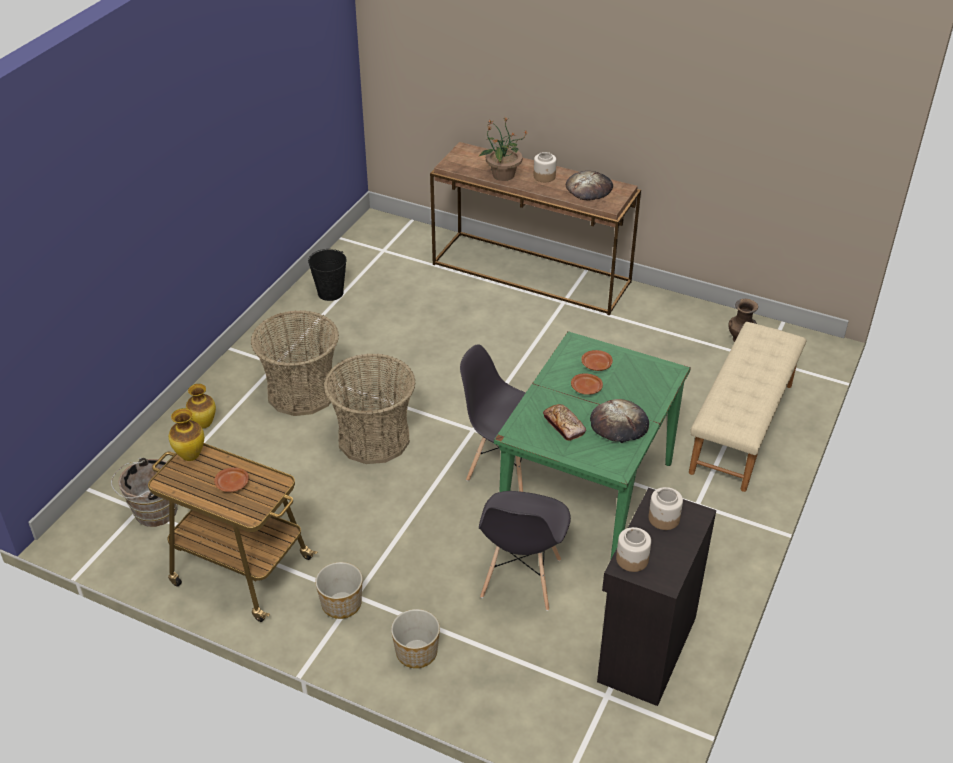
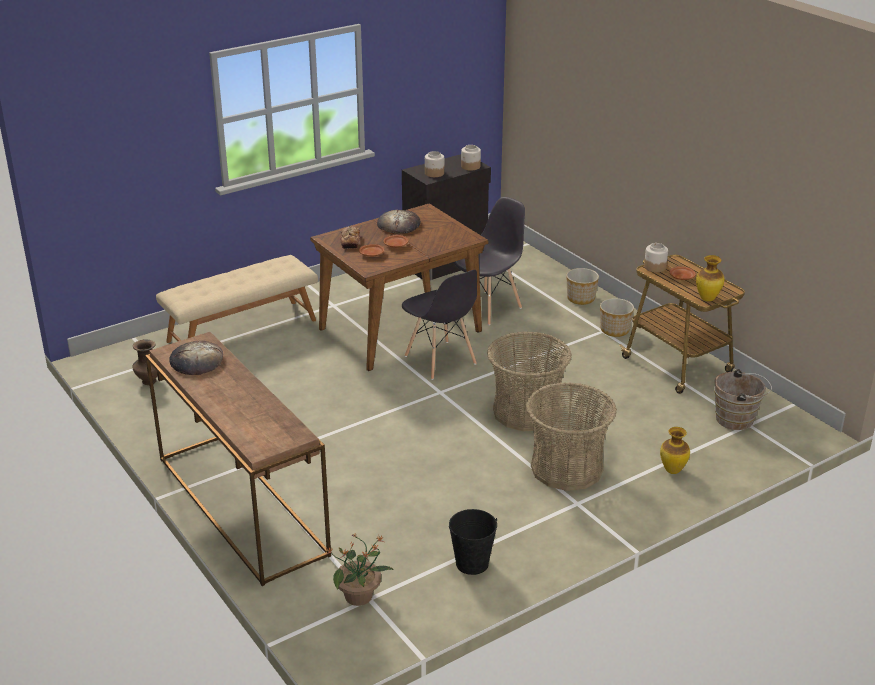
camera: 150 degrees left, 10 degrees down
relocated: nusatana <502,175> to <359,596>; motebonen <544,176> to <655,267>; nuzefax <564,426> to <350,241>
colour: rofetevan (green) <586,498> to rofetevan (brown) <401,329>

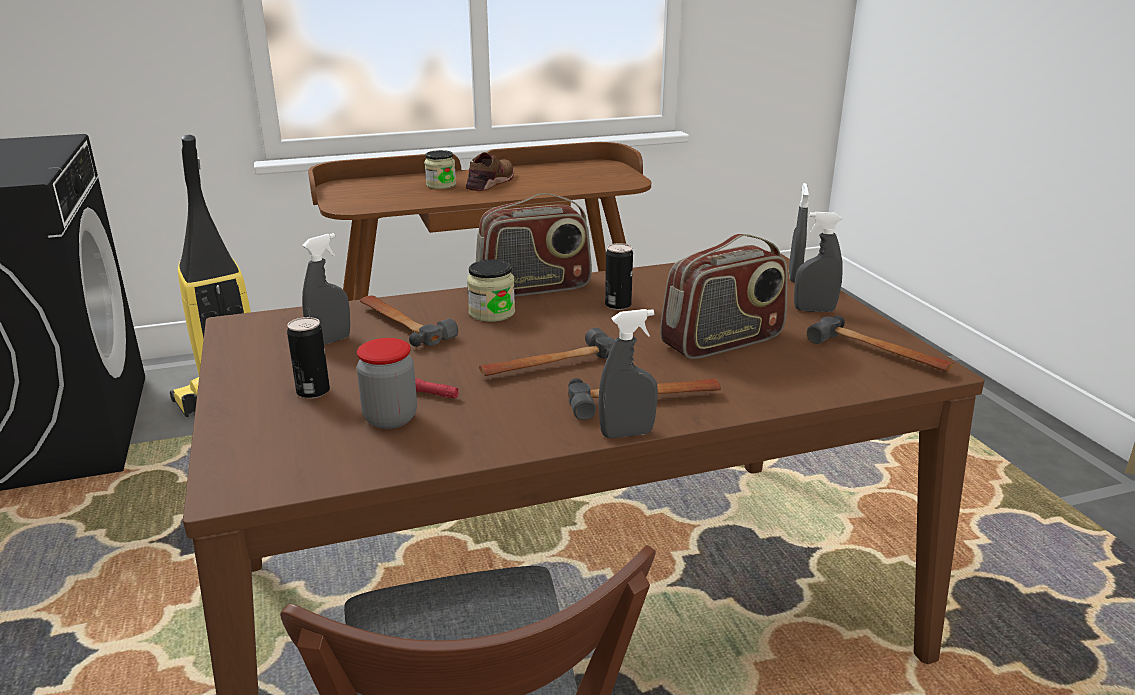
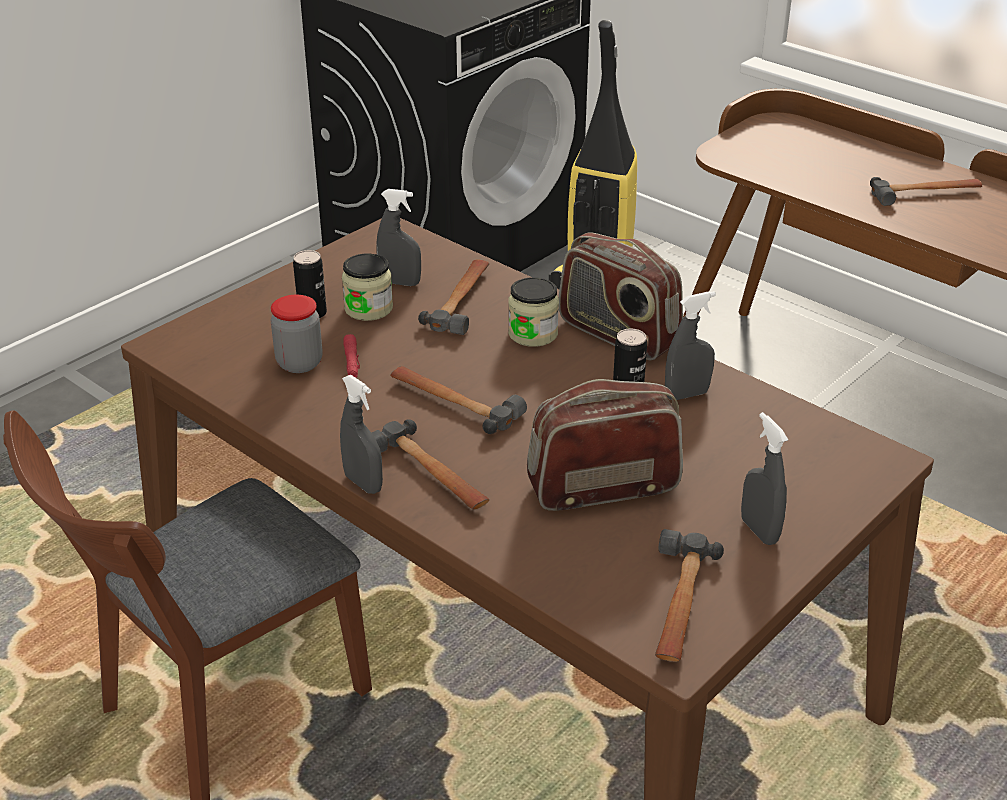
camera: 60 degrees right, 10 degrees up
relocated: motebonen <441,185> to <368,308>; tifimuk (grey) <794,277> to <687,394>
exchanged: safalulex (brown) <491,182> to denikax <925,194>
spun: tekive <723,342> = <602,487> 135 degrees clockwise

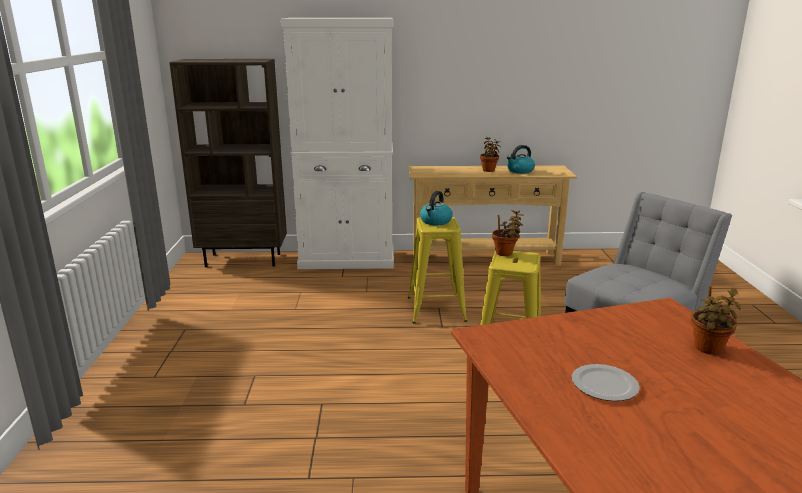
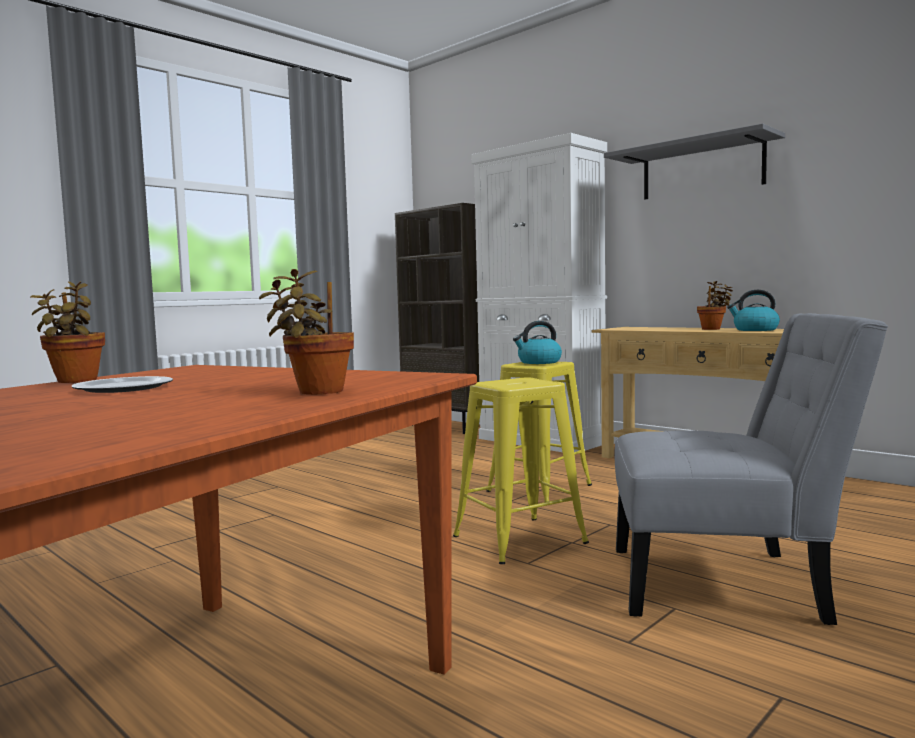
camera: 45 degrees right, 15 degrees down
appeared: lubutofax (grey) <702,169>
relocated: nusatana <505,253> to <75,381>

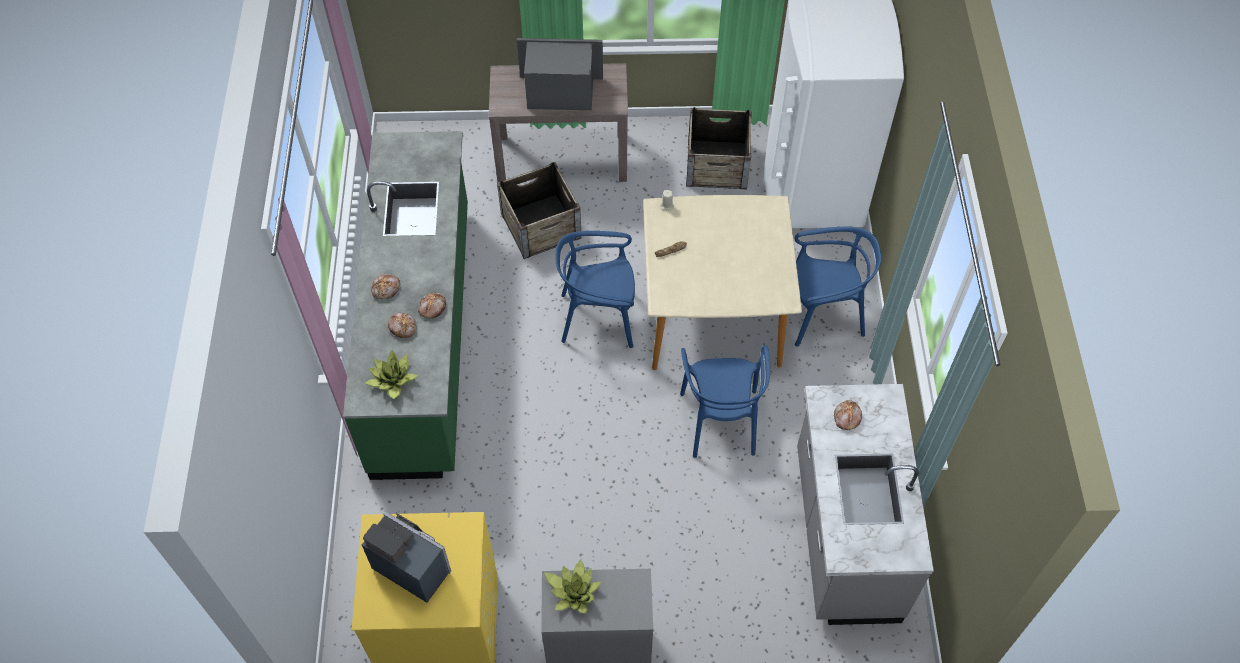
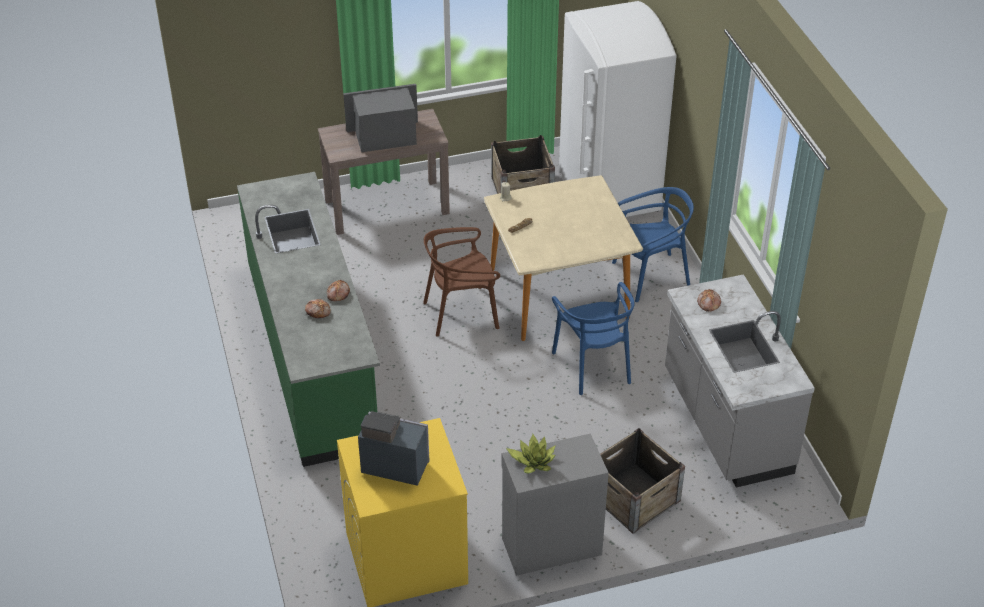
camera: 15 degrees left, 15 degrees down
missing: nusatana <393,380>; nuzefax <386,289>
relocated: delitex <540,225> to <633,497>
colour: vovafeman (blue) <598,317> to vovafeman (brown) <461,313>

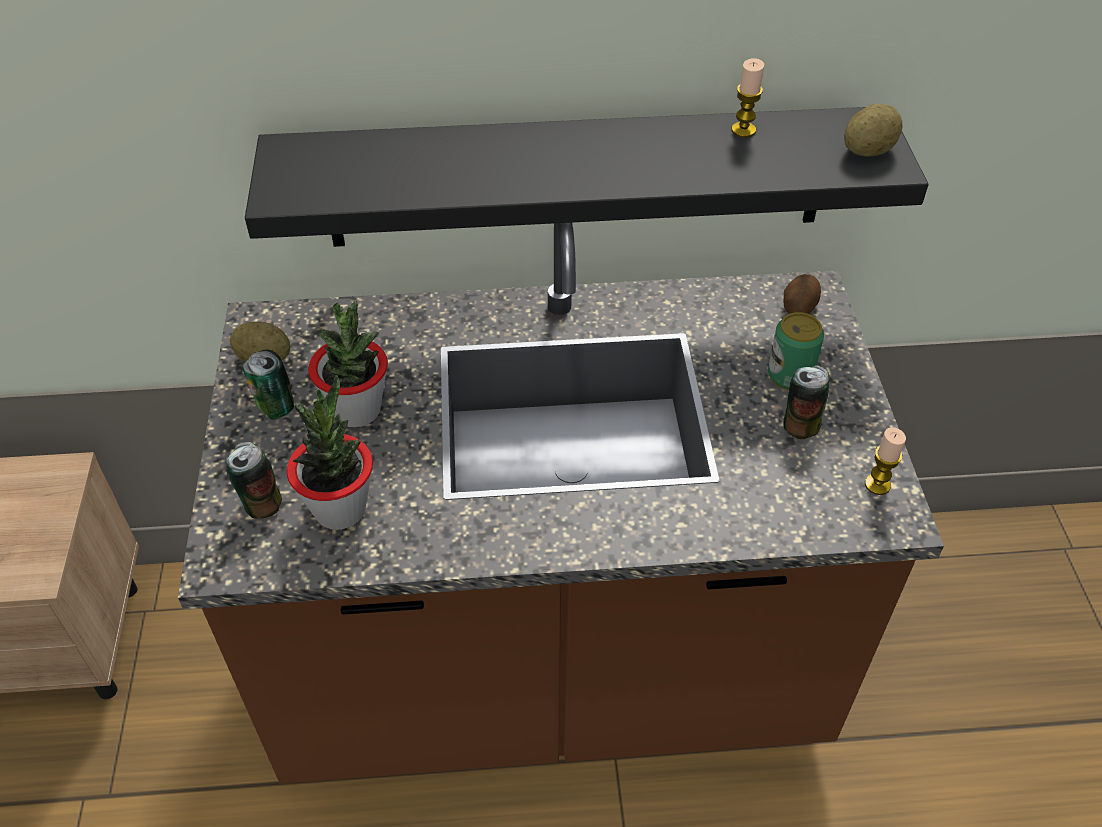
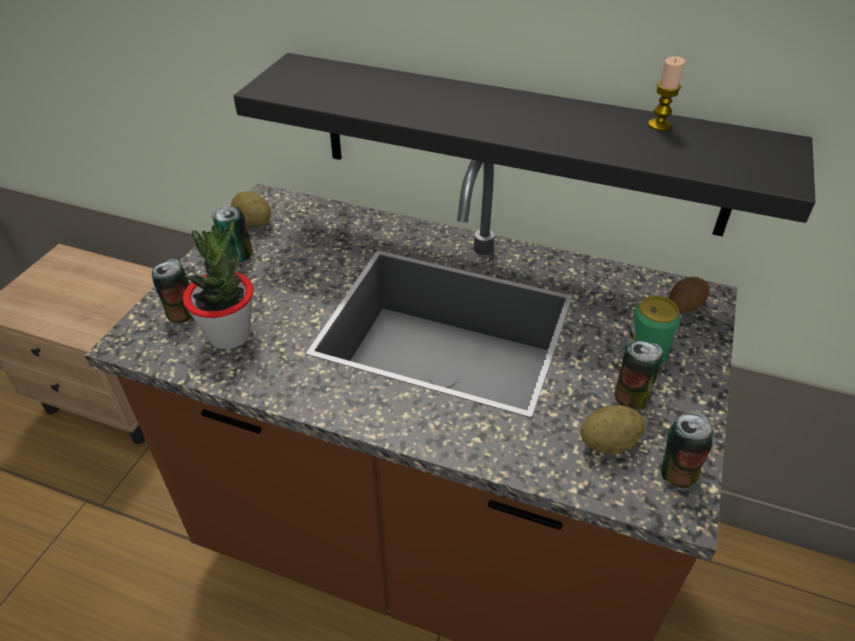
camera: 25 degrees right, 5 degrees down
missing: nusatana <357,410>
relocated: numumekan <867,151> to <608,443>
exchanged: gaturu <877,484> to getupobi <677,471>

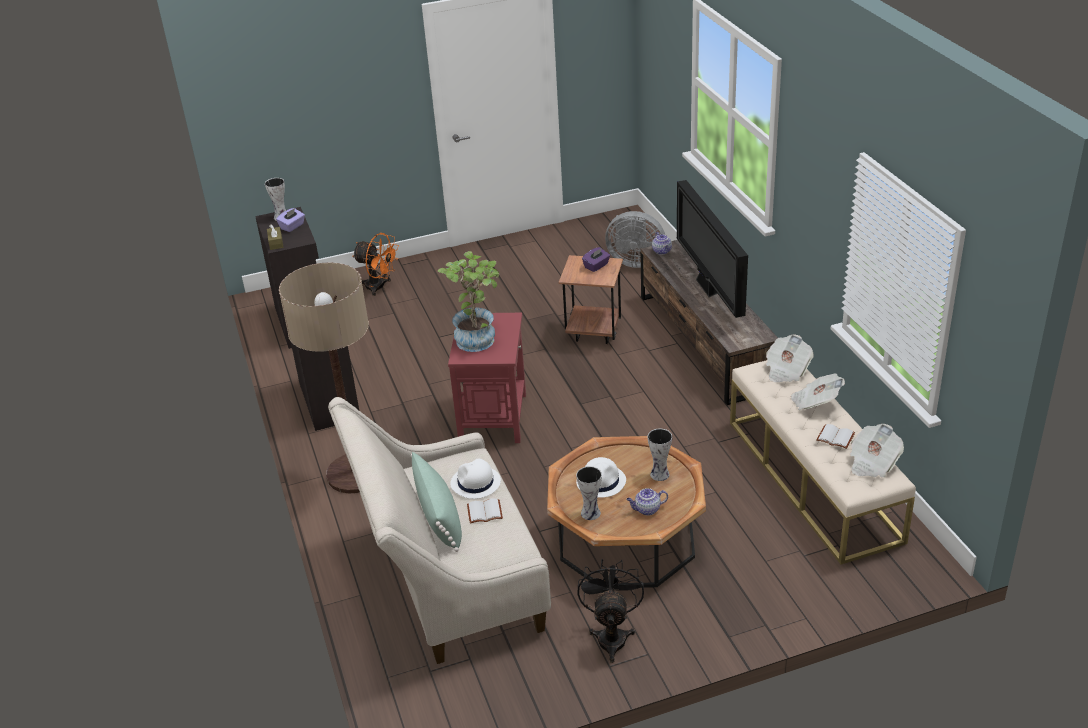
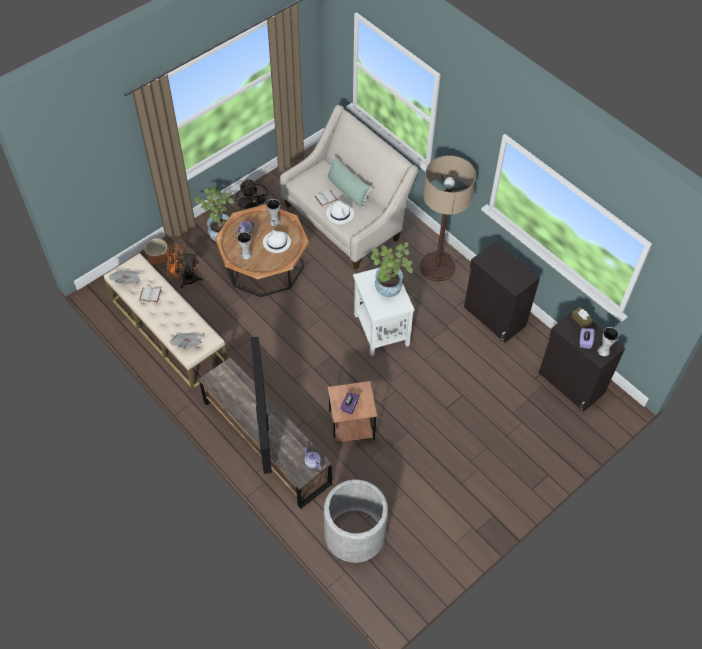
camera: 155 degrees right, 20 degrees up
missing: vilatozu <815,402>
appeared: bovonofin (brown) <158,259>; nusatana <219,230>
relocated: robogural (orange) <379,287> to <185,278>
exchanged: robogural (grey) <635,261> to bovonofin (grey) <354,534>
colour: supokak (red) <494,417> to supokak (white) <380,330>
spun: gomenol <707,288> = <262,423> 150 degrees counterclockwise

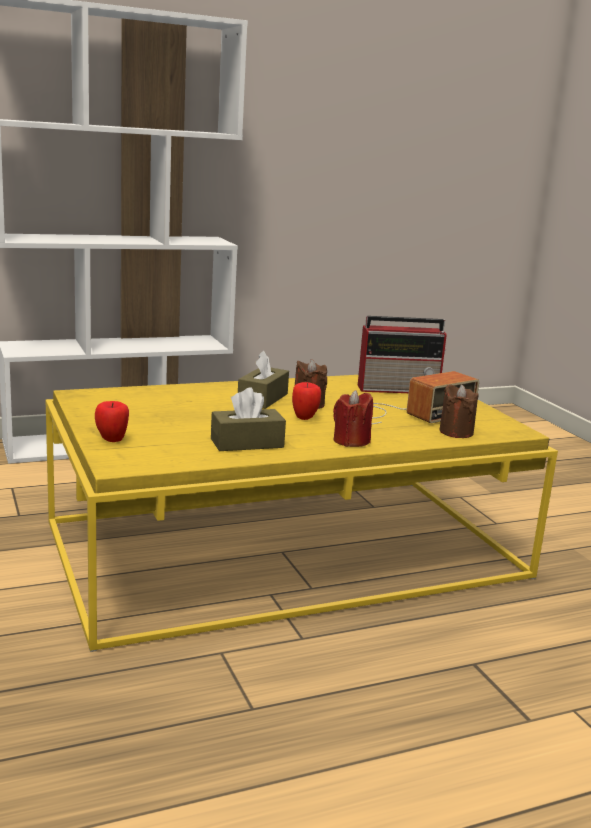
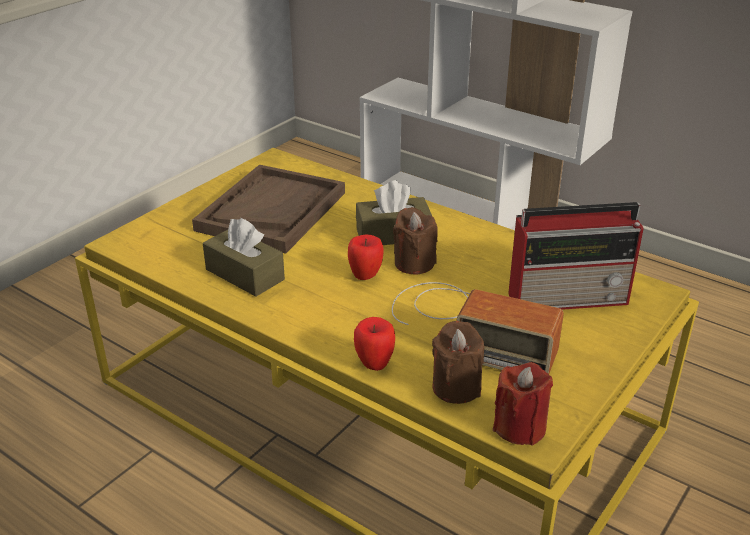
camera: 60 degrees right, 15 degrees up
appeared: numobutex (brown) <272,211>
relocated: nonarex <112,440> to <374,364>; gaturu (red) <351,441> to <519,427>
spun: tekive <399,389> = <570,297> 60 degrees counterclockwise

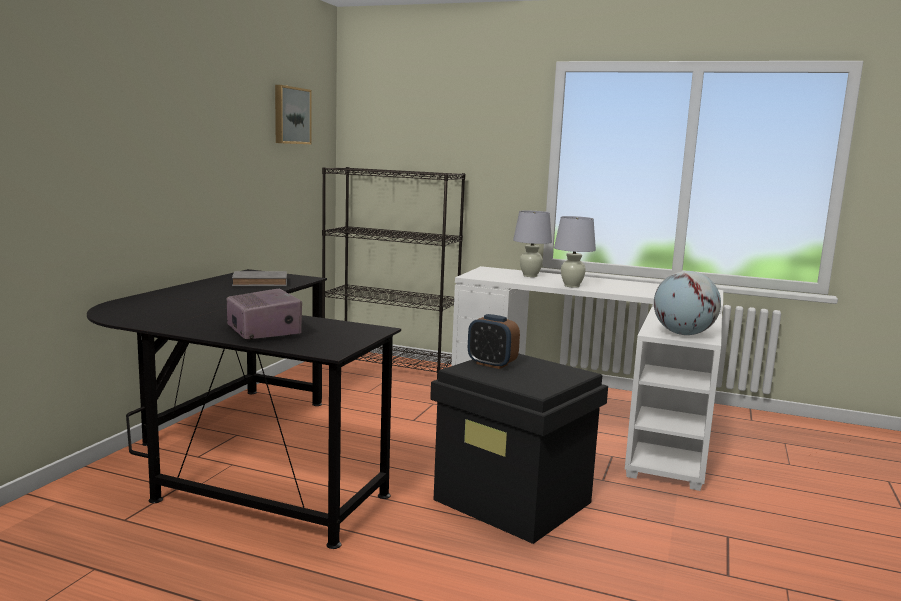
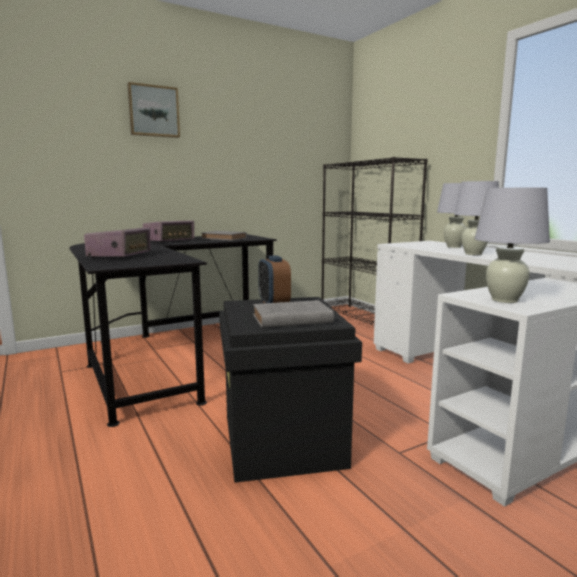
camera: 40 degrees right, 0 degrees up
appeared: tekive <169,241>; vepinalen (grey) <289,319>
relocated: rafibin <291,115> to <153,111>
exchanged: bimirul <683,334> to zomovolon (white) <504,300>

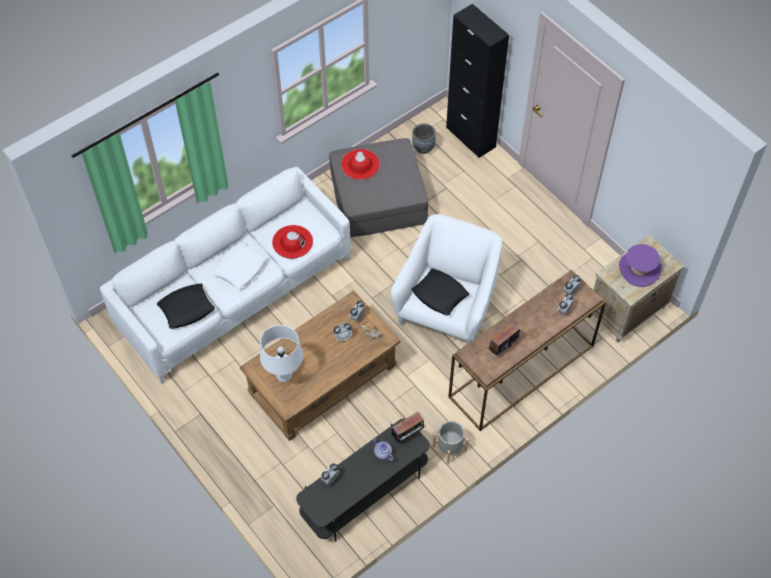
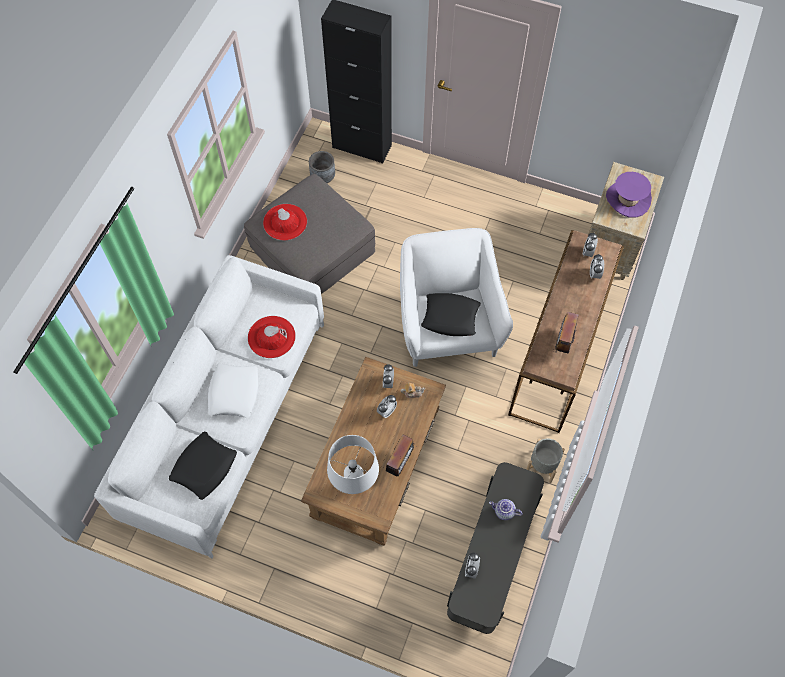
camera: 30 degrees left, 5 degrees up
relocated: tekive <408,435> to <400,462>

